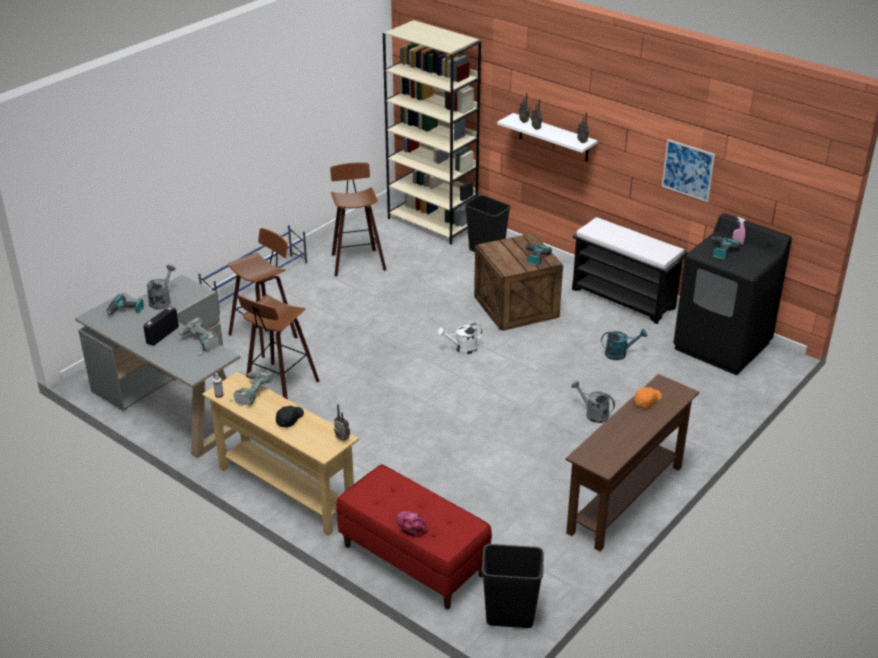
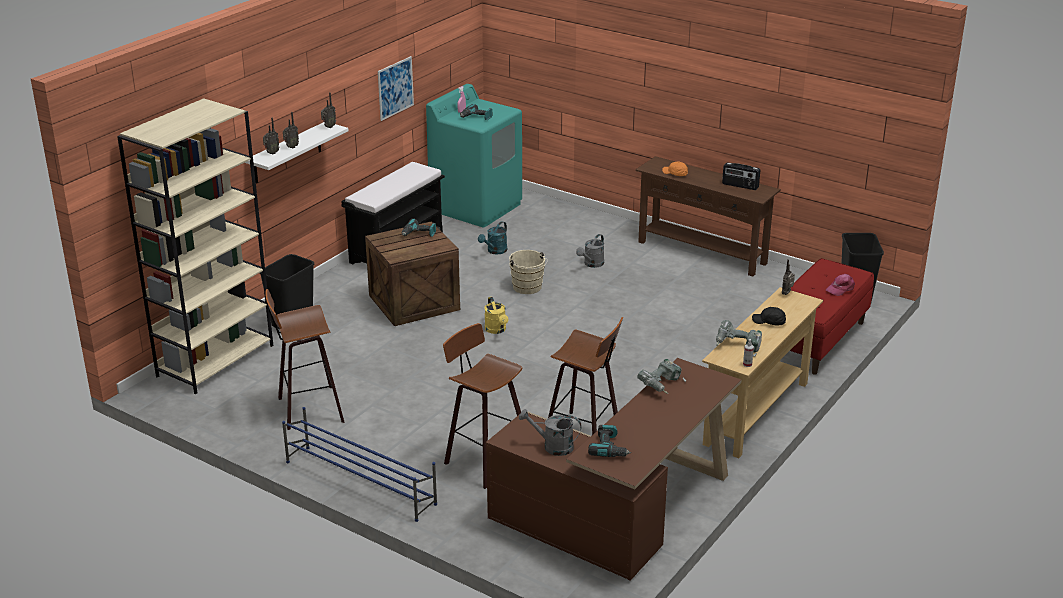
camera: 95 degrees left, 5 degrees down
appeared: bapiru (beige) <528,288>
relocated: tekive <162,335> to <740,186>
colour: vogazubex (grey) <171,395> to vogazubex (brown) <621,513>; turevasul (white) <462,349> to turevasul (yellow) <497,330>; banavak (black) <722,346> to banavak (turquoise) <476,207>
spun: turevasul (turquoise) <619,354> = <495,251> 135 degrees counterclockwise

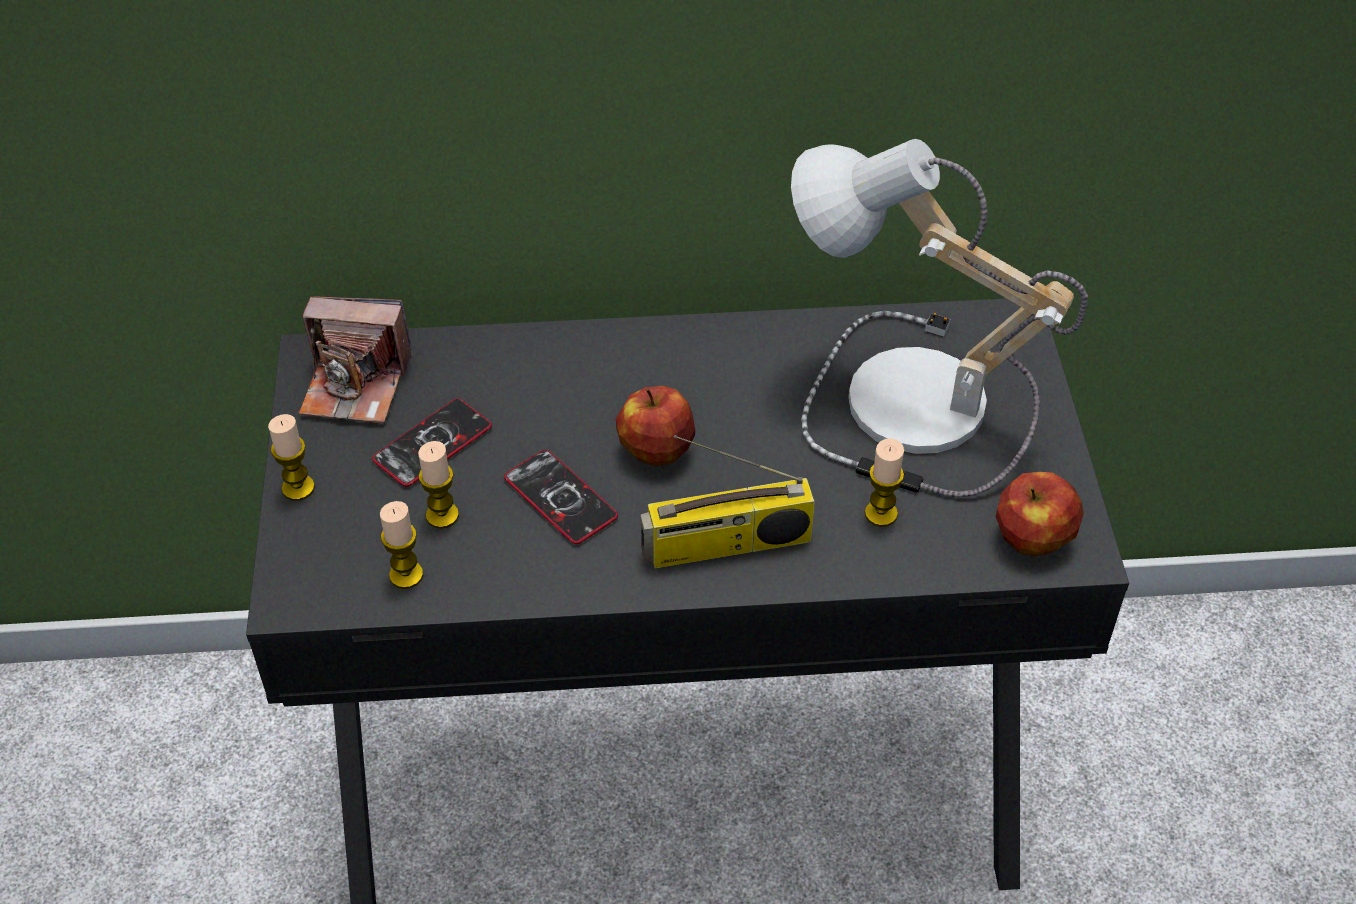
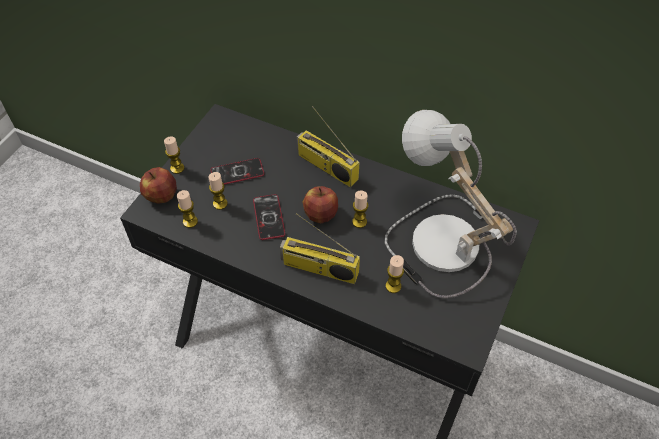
camera: 30 degrees right, 5 degrees up
missing: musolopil <356,384>
appeared: tekive <326,167>; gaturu <359,222>
relocated: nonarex <1033,538> to <161,196>

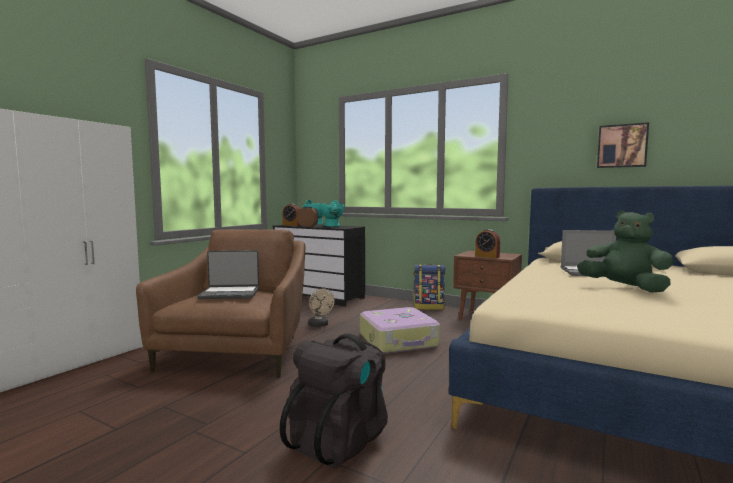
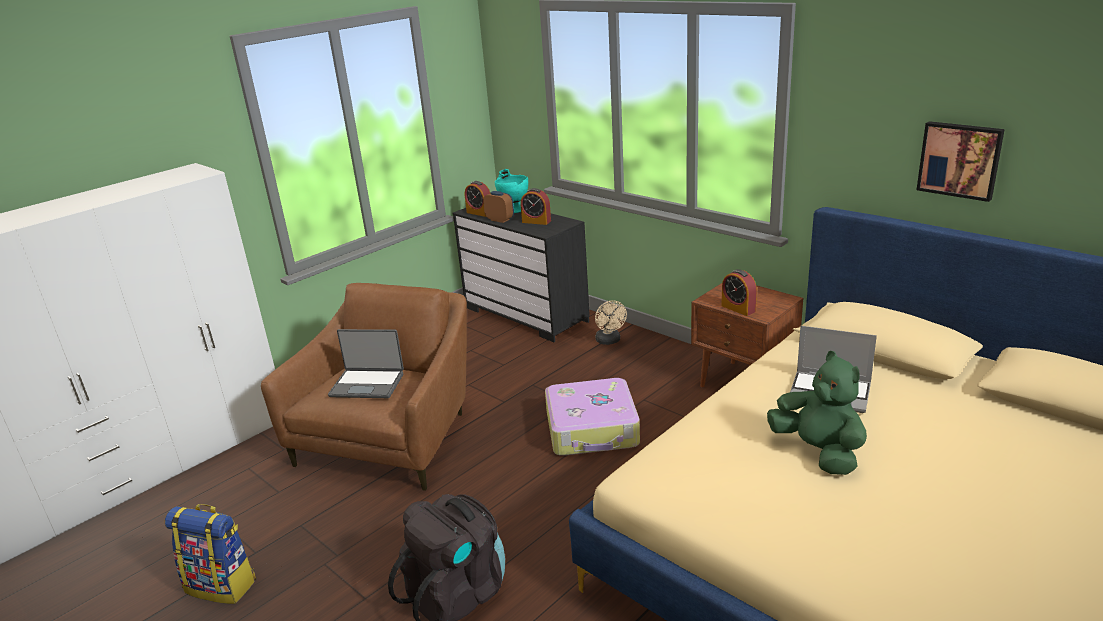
camera: 15 degrees right, 20 degrees up
relocated: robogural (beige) <320,325> to <609,341>; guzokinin <429,307> to <222,585>
exchanged: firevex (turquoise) <333,226> to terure <536,221>

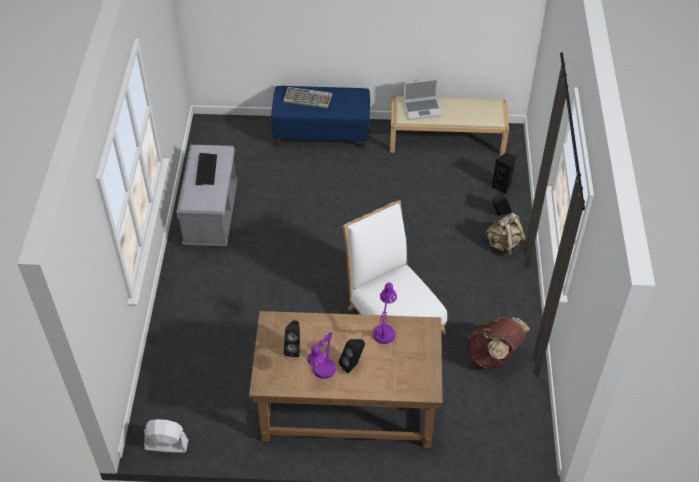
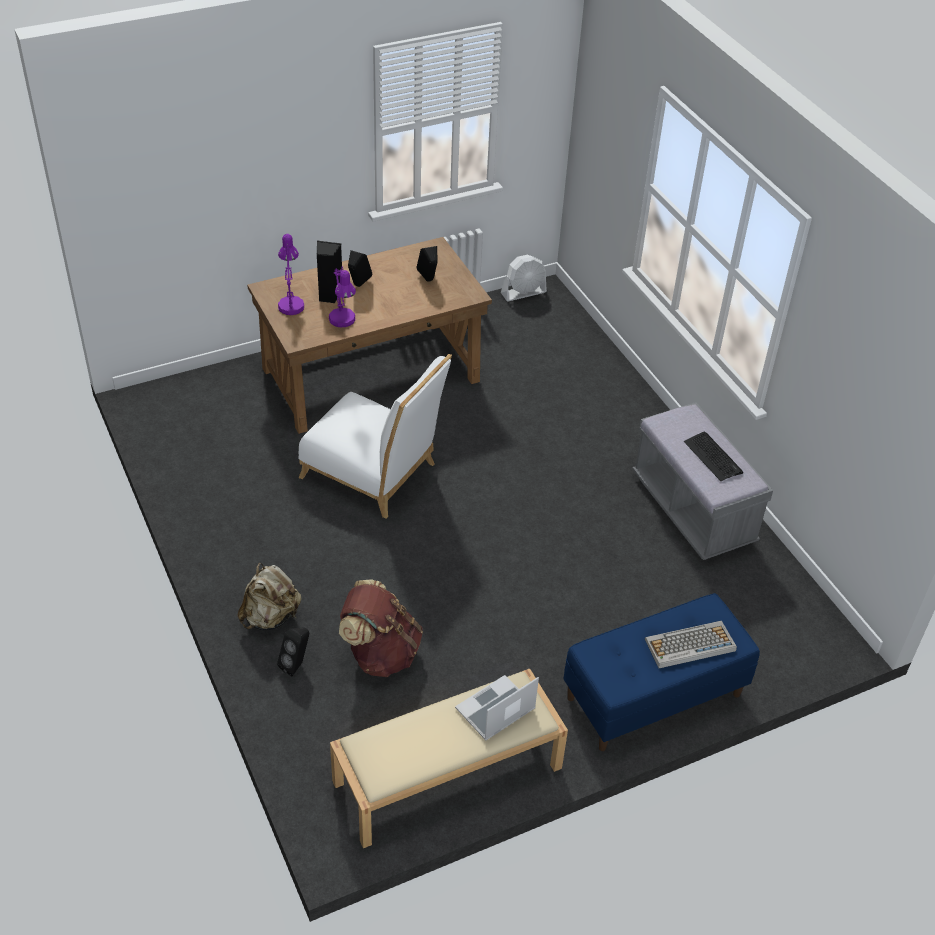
camera: 150 degrees right, 5 degrees down
relocated: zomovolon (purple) <322,373> to <291,303>; guzokinin (brown) <494,356> to <380,653>; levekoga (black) <502,186> to <329,295>

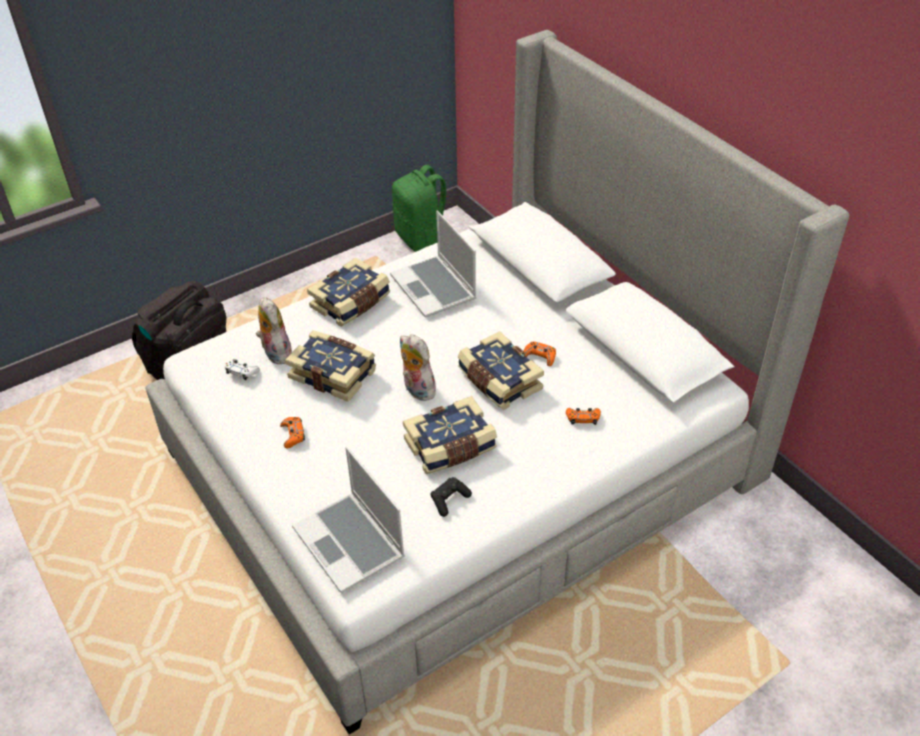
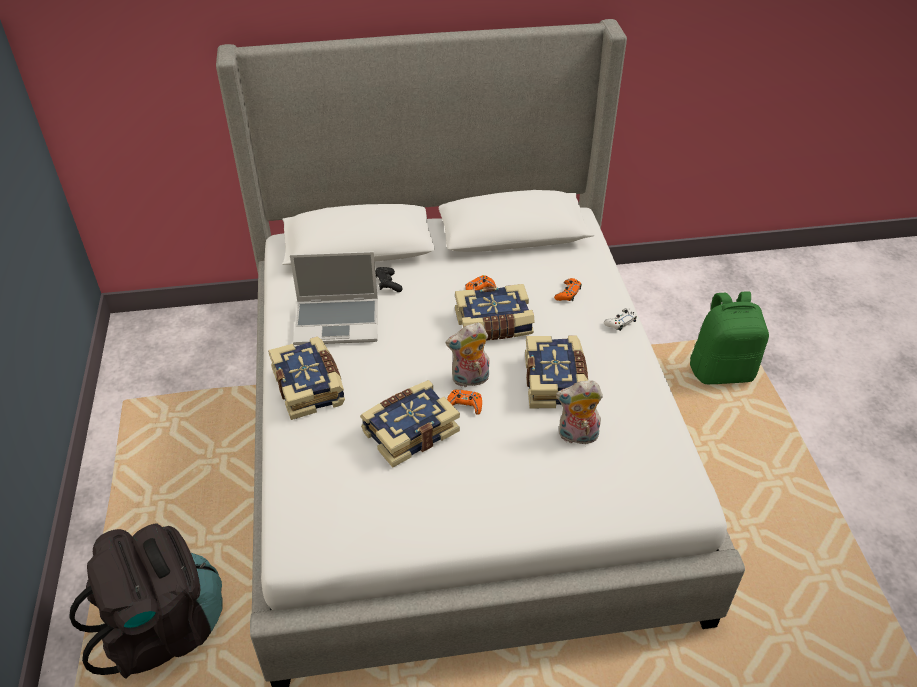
camera: 65 degrees left, 0 degrees up
missing: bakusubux <351,543>
relocated: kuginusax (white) <242,372> to <620,322>; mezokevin <275,353> to <577,436>; kuginusax (orange) <293,435> to <464,405>; guzokinin (green) <422,239> to <721,370>; kuginusax (black) <449,500> to <387,284>

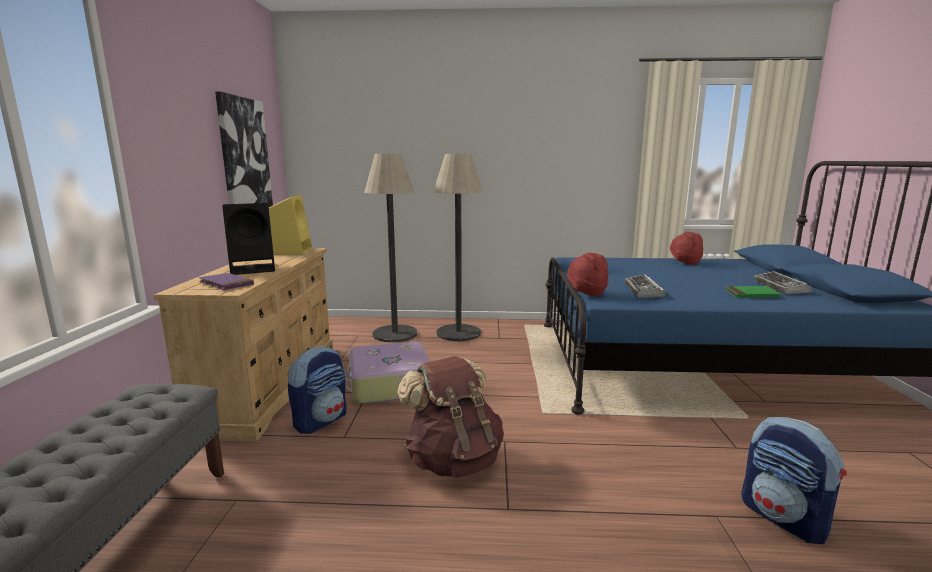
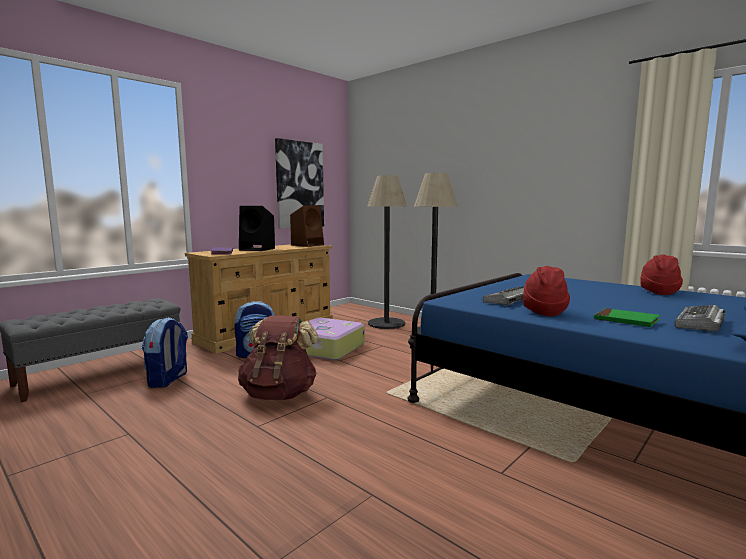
camera: 40 degrees right, 5 degrees down
relocated: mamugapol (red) <586,292> to <543,312>; guzokinin <784,518> to <168,380>
colour: levekoga (yellow) <291,251> to levekoga (brown) <308,245>

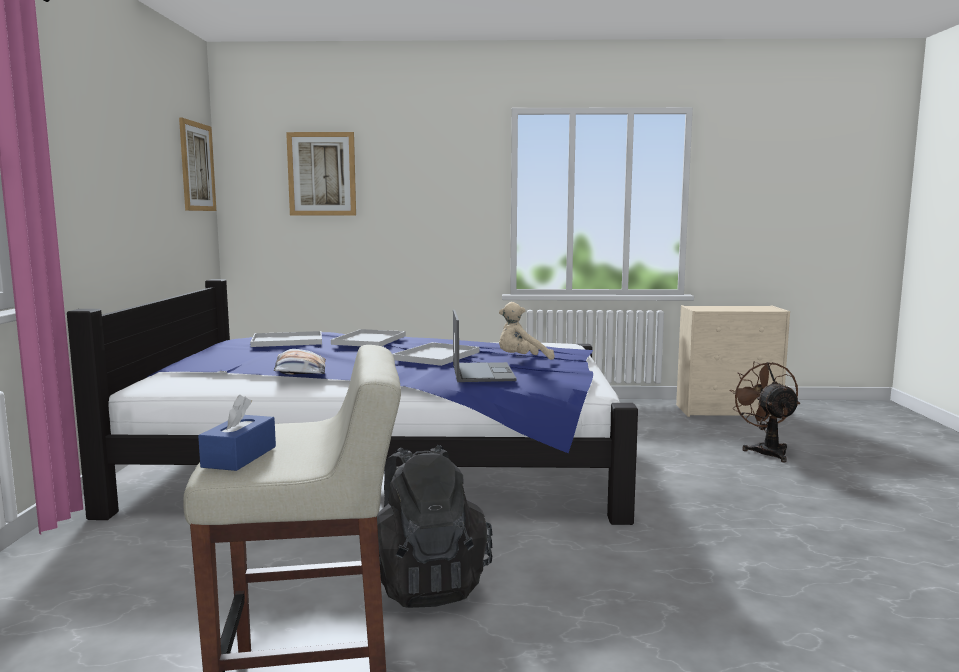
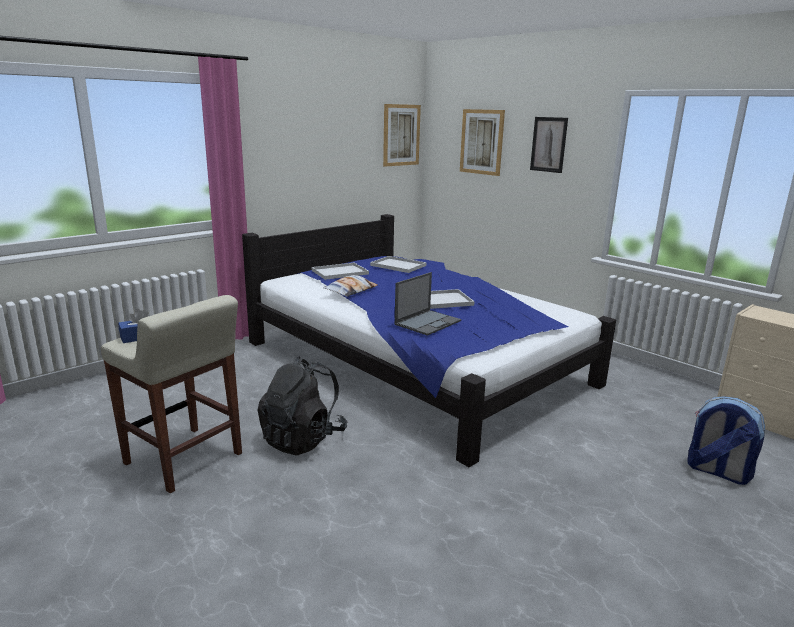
camera: 45 degrees right, 10 degrees up
missing: mezokevin (beige) <521,360>
appeared: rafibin <548,144>
relocated: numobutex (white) <369,340> to <340,272>
exchanged: robogural (brown) <766,450> to guzokinin <716,471>

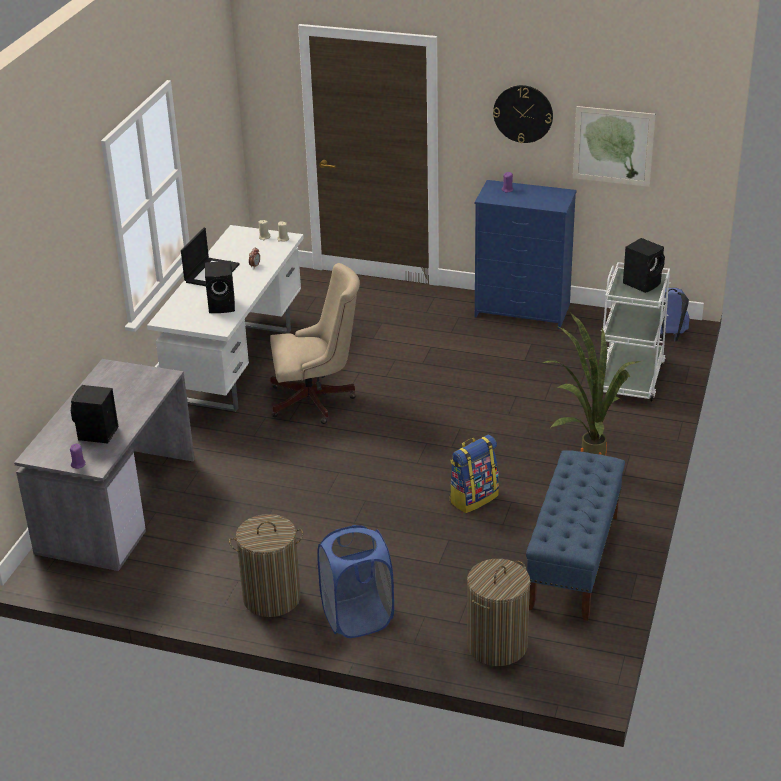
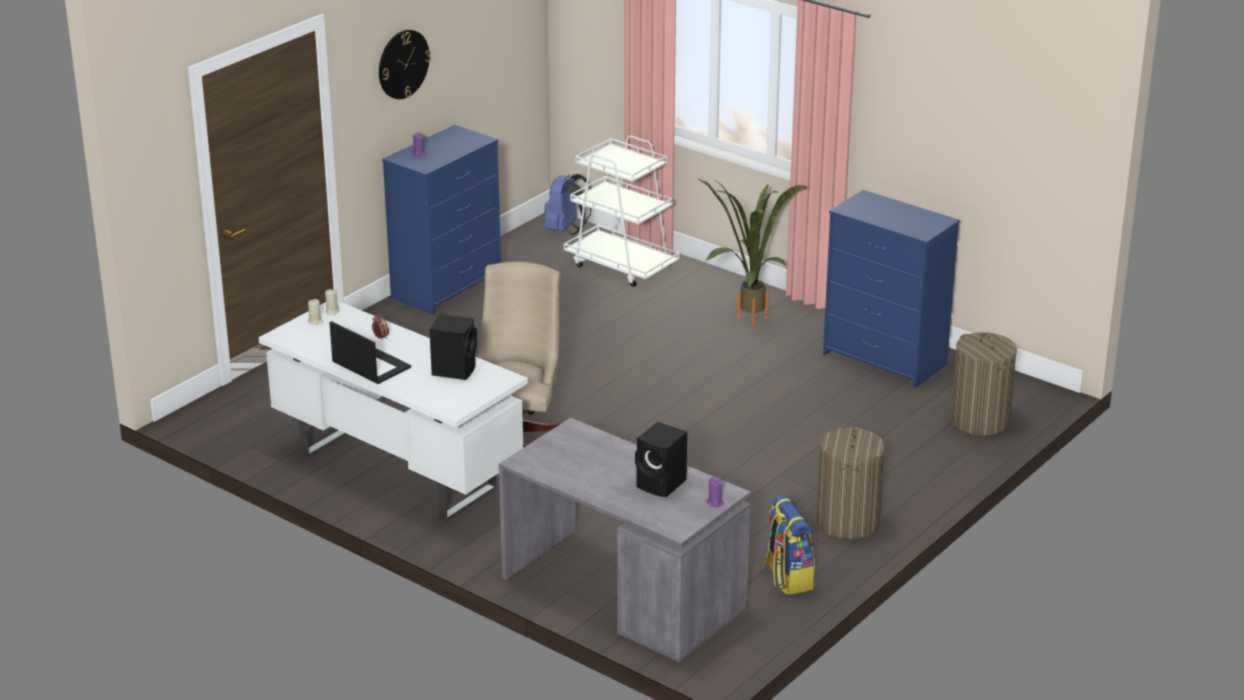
camera: 70 degrees left, 5 degrees down
missing: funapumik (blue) <357,617>; rafibin <613,146>; levekoga (black) <643,283>
relocated: guzokinin <473,498> to <787,577>
exchanged: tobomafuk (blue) <574,561> to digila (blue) <885,359>

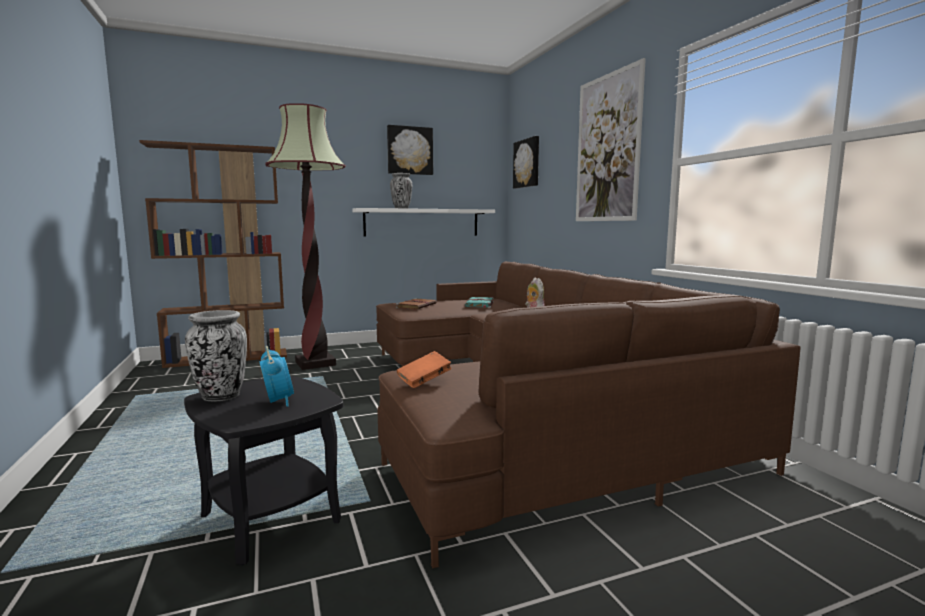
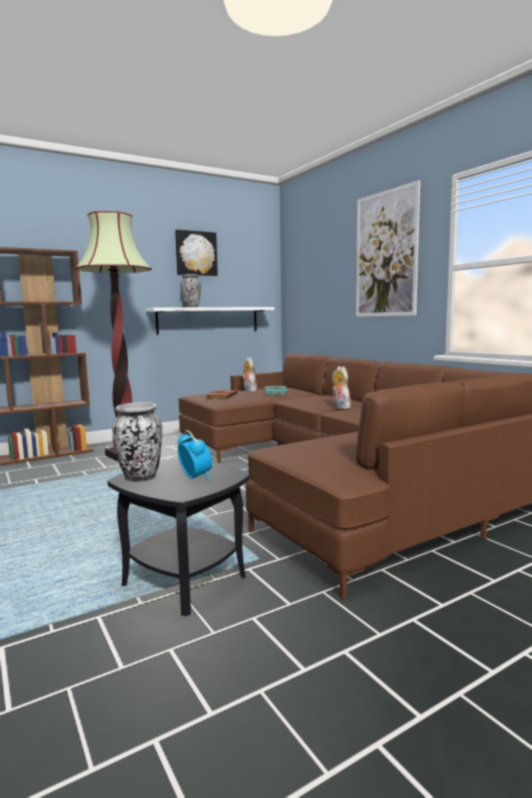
camera: 10 degrees left, 0 degrees up
missing: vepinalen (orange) <424,381>; rafibin <527,163>
appeared: mezokevin <249,390>

